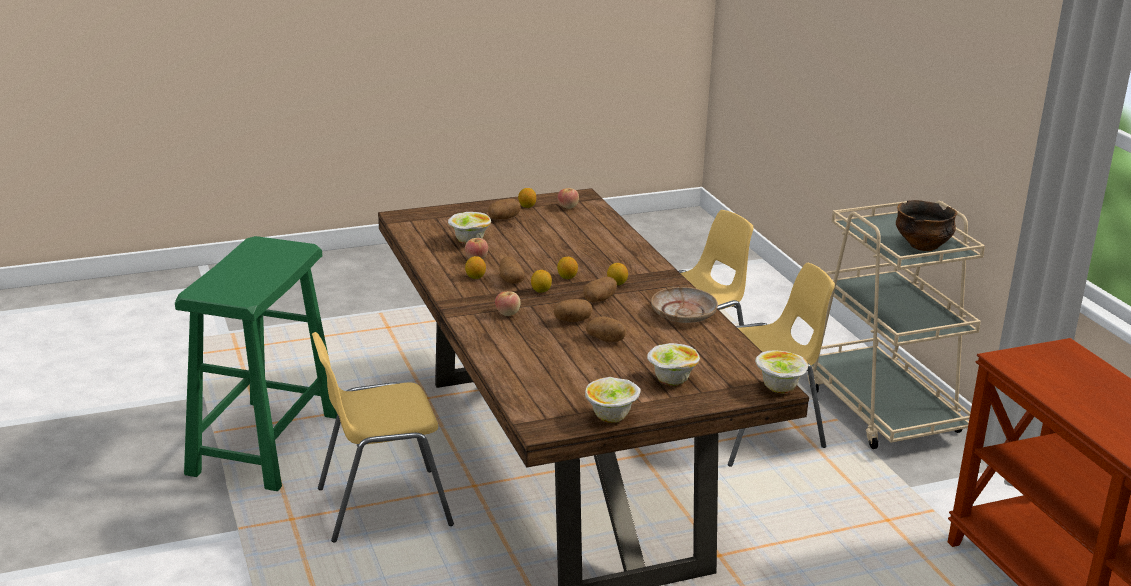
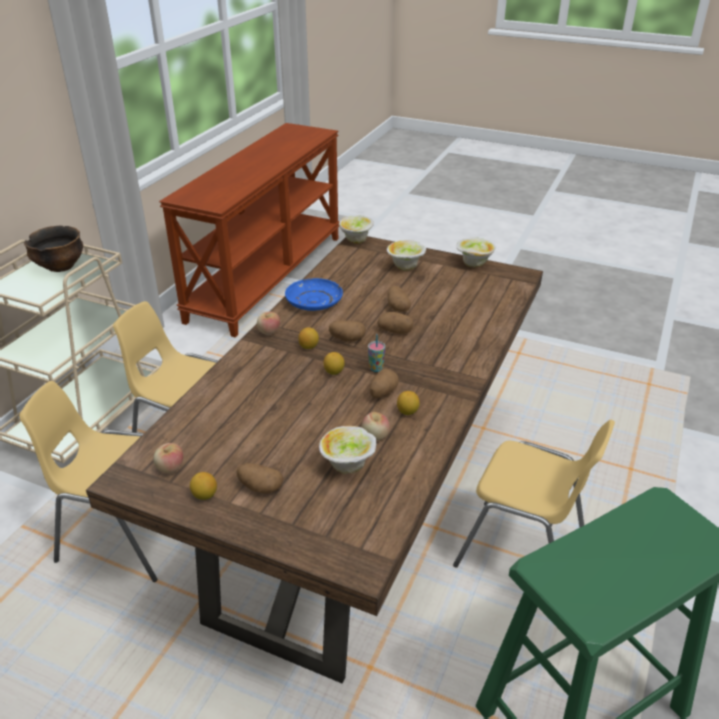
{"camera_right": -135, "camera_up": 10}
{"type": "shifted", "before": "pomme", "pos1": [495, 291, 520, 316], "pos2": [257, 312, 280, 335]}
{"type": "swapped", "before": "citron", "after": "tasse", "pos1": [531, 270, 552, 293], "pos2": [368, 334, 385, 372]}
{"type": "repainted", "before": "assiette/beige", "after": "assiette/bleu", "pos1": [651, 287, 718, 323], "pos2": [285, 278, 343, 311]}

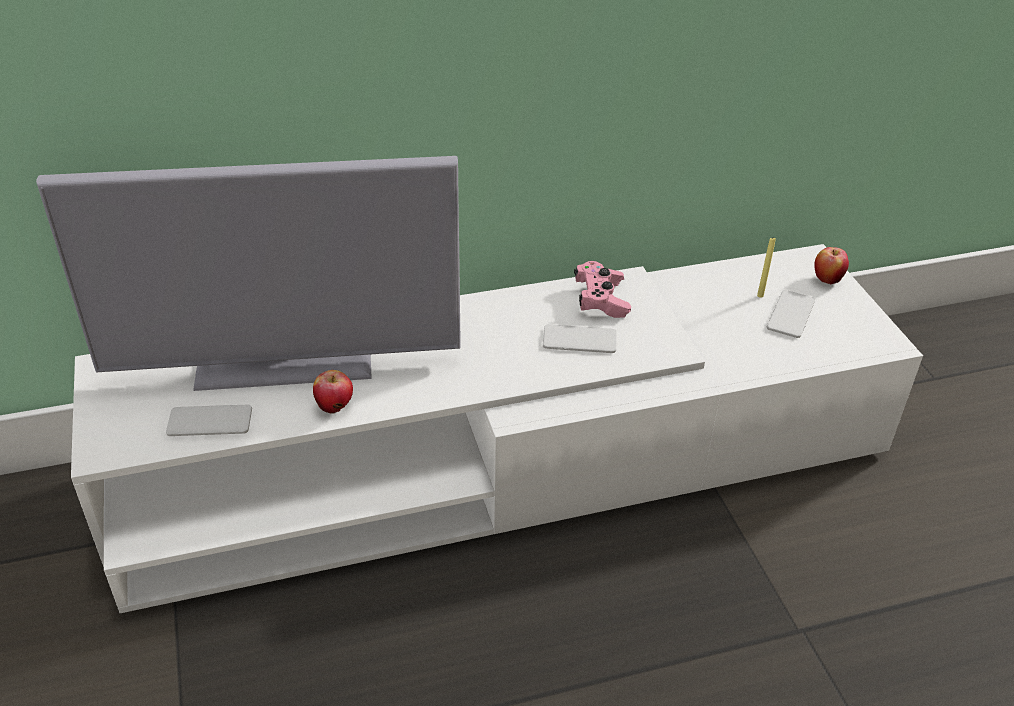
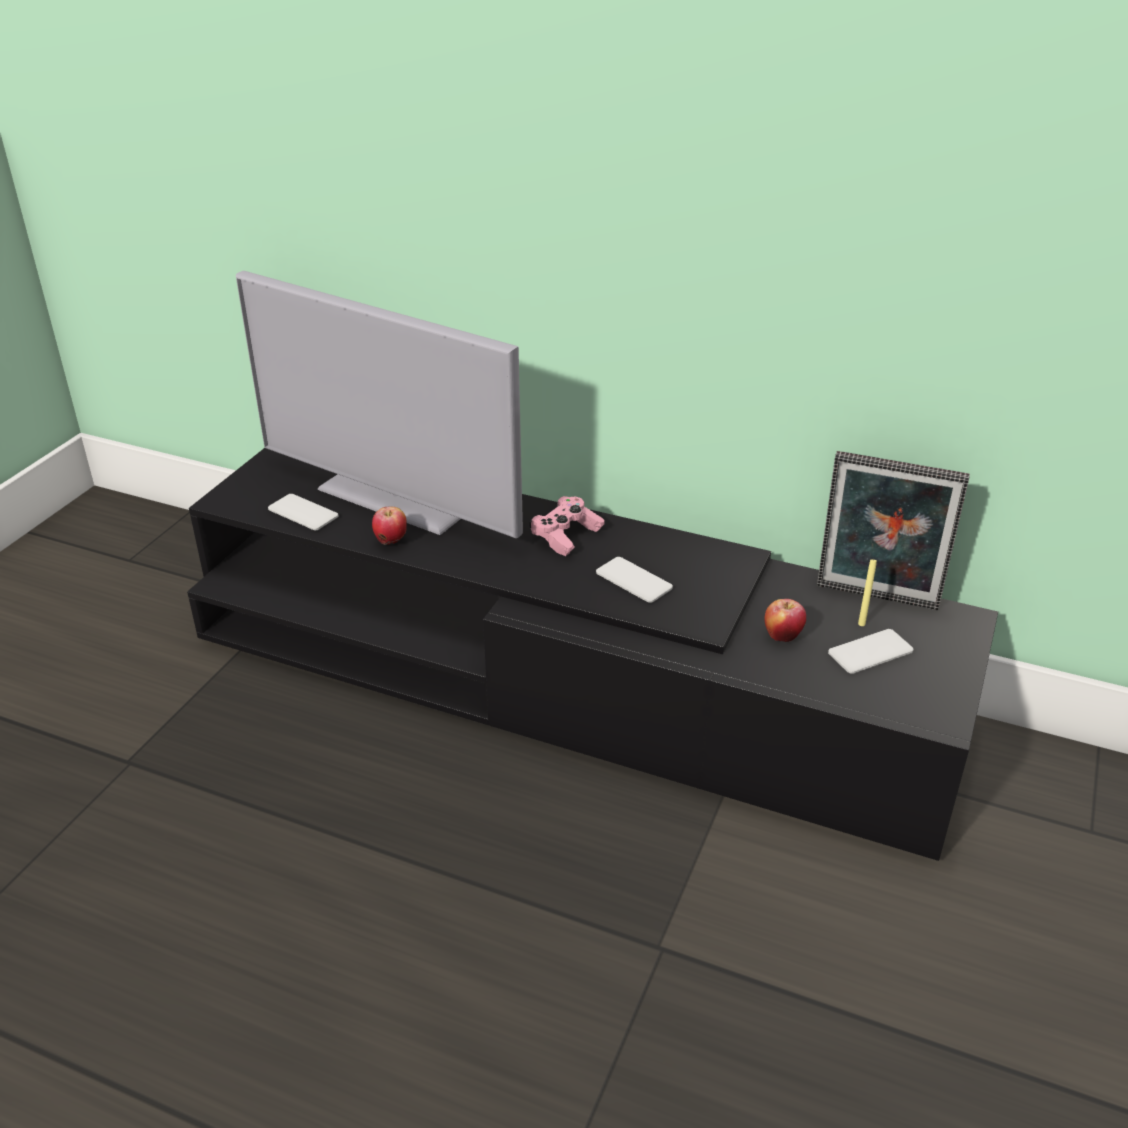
{"camera_right": 40, "camera_up": -5}
{"type": "repainted", "before": "meuble télé/blanc", "after": "meuble télé/noir", "pos1": [71, 244, 923, 613], "pos2": [187, 448, 998, 861]}
{"type": "shifted", "before": "manette/rose", "pos1": [574, 261, 631, 318], "pos2": [530, 496, 605, 556]}
{"type": "shifted", "before": "pomme", "pos1": [814, 247, 849, 284], "pos2": [765, 599, 806, 642]}
{"type": "new", "after": "cadre photo", "pos2": [817, 451, 970, 610]}

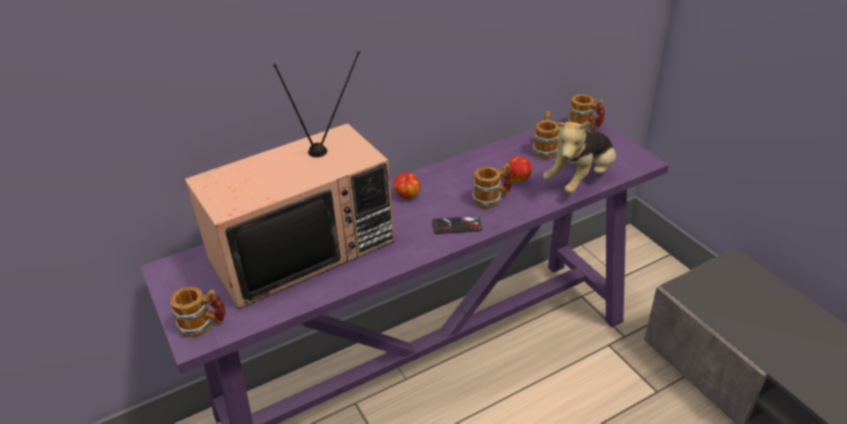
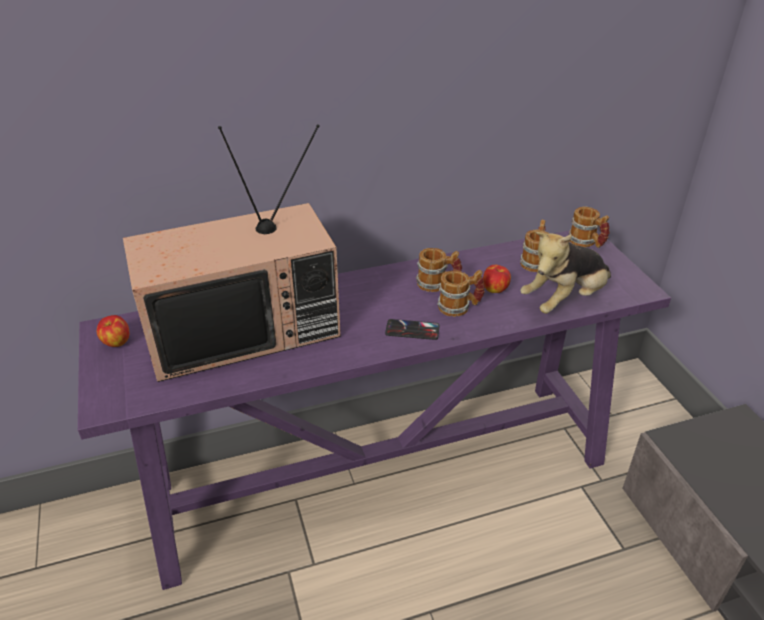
{"camera_right": 10, "camera_up": 0}
{"type": "shifted", "before": "mug", "pos1": [170, 286, 226, 337], "pos2": [416, 248, 462, 292]}
{"type": "shifted", "before": "pomme", "pos1": [394, 172, 421, 199], "pos2": [97, 315, 129, 347]}

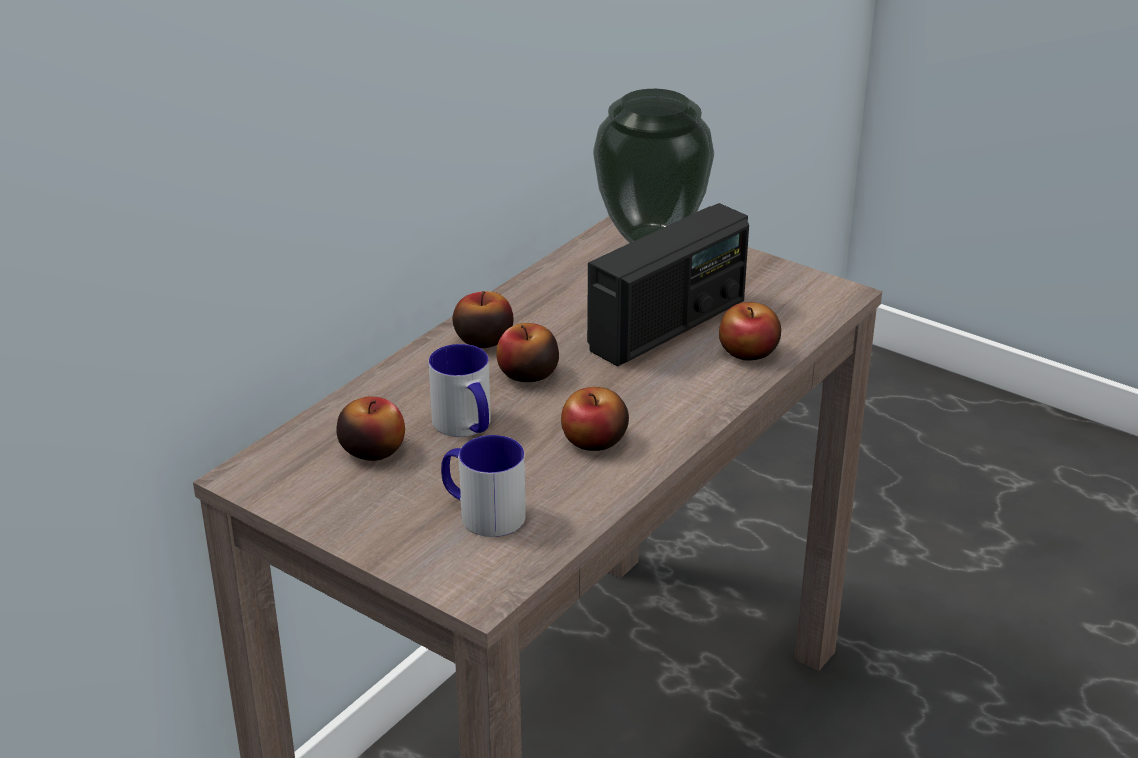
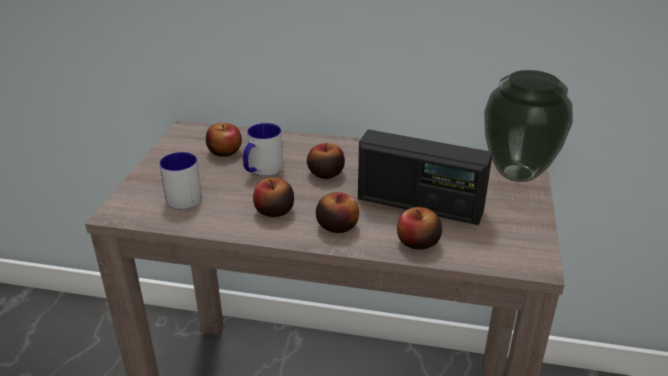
{"camera_right": 65, "camera_up": 0}
{"type": "shifted", "before": "pomme", "pos1": [453, 291, 514, 348], "pos2": [316, 192, 359, 233]}

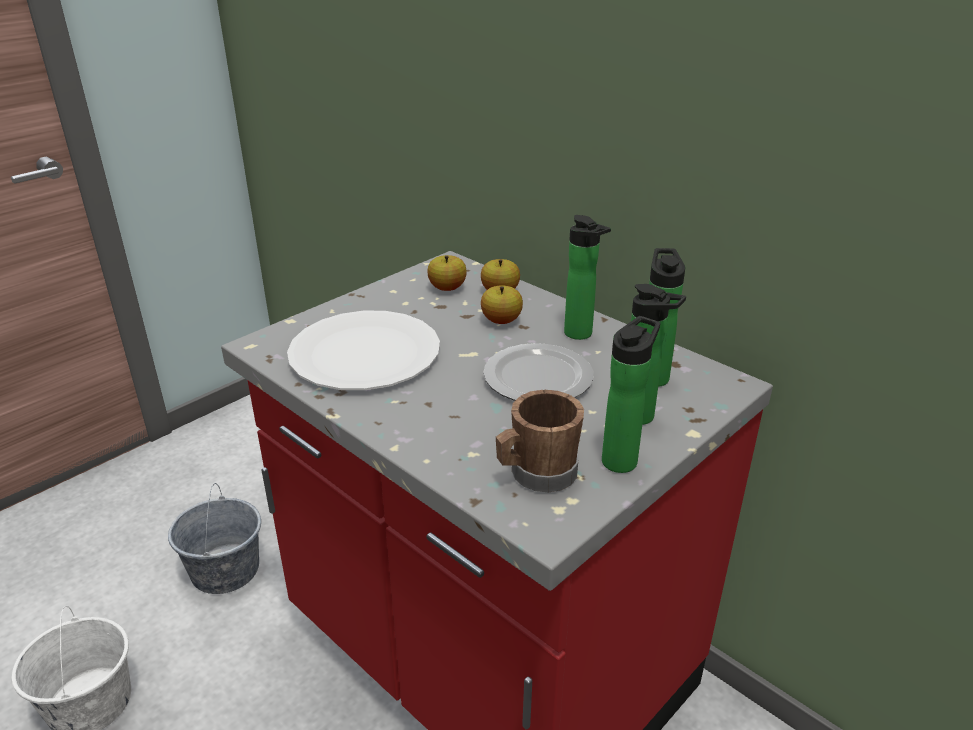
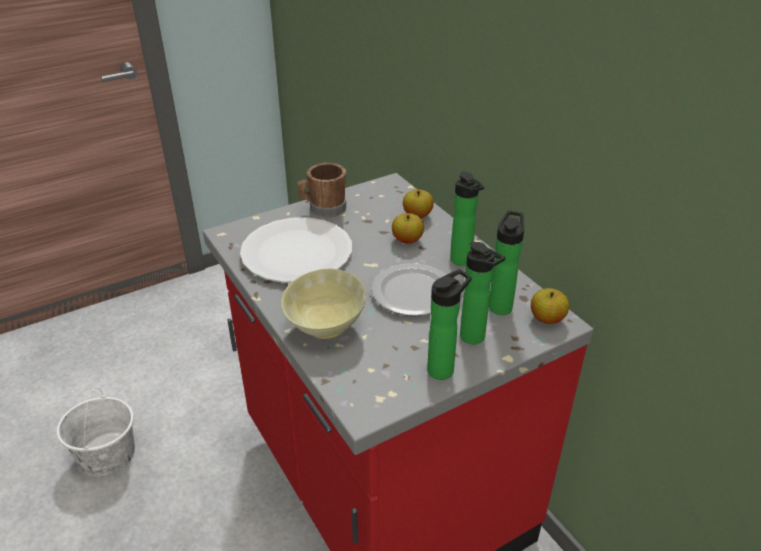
{"camera_right": 15, "camera_up": 5}
{"type": "gone", "before": "seau/gris", "pos1": [168, 483, 261, 594]}
{"type": "shifted", "before": "pomme", "pos1": [427, 255, 467, 291], "pos2": [531, 288, 569, 324]}
{"type": "shifted", "before": "mug/marron", "pos1": [496, 390, 584, 492], "pos2": [297, 163, 346, 218]}
{"type": "new", "after": "bol/beige", "pos2": [281, 269, 366, 339]}

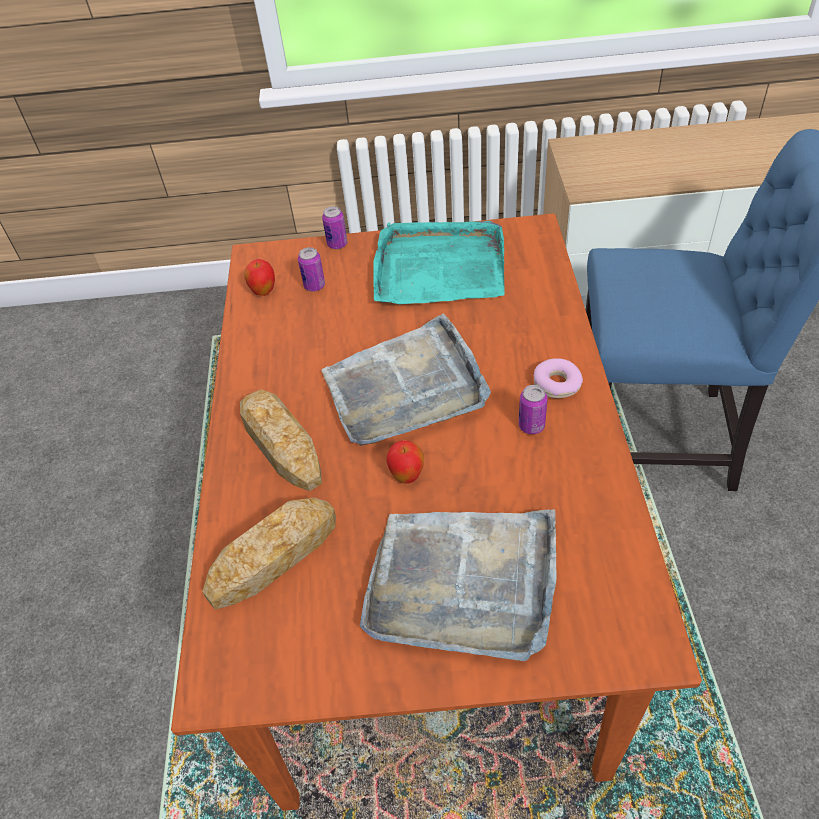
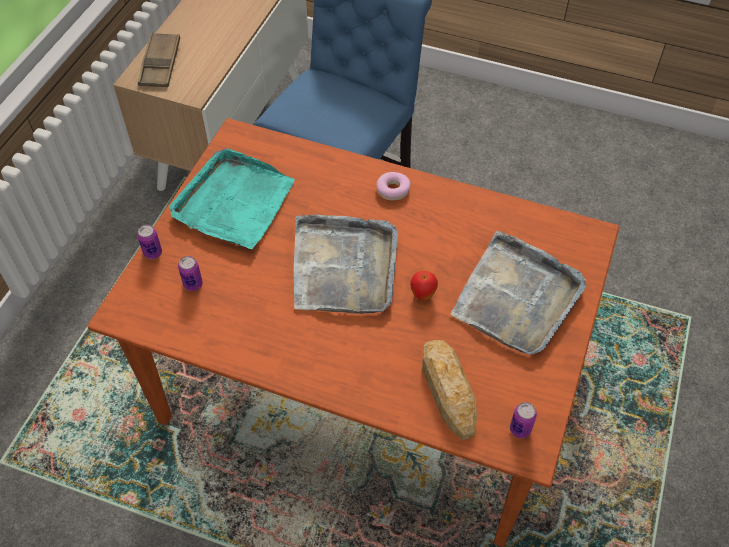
{"camera_right": -70, "camera_up": 5}
{"type": "gone", "before": "pain", "pos1": [240, 389, 322, 491]}
{"type": "gone", "before": "pomme", "pos1": [244, 259, 275, 296]}
{"type": "shifted", "before": "boîte métallique", "pos1": [519, 385, 548, 434], "pos2": [510, 402, 537, 438]}
{"type": "new", "after": "plateau/marron", "pos2": [138, 33, 180, 87]}

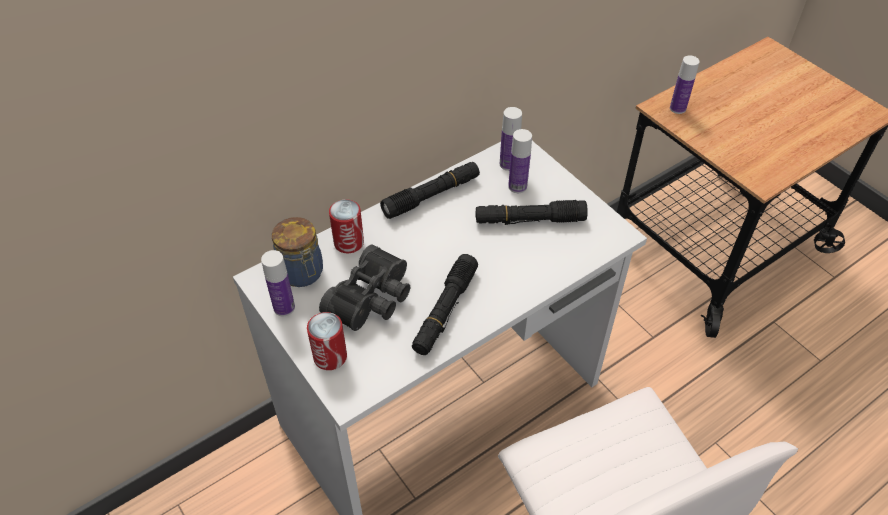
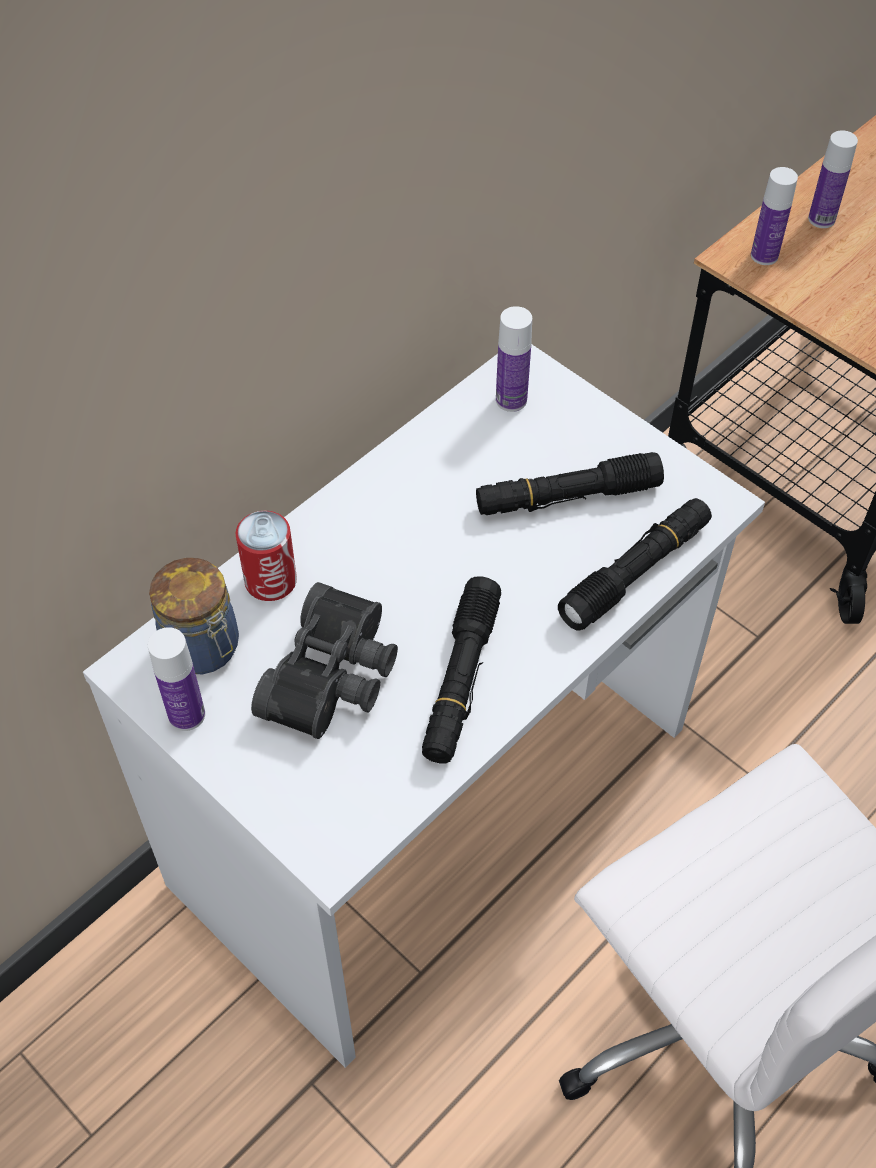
{"camera_right": -10, "camera_up": 5}
{"type": "gone", "before": "boîte métallique", "pos1": [307, 312, 347, 370]}
{"type": "shifted", "before": "lampe de poche/noir", "pos1": [380, 162, 480, 219], "pos2": [558, 498, 712, 631]}
{"type": "shifted", "before": "bouteille", "pos1": [508, 129, 532, 193], "pos2": [808, 130, 858, 228]}

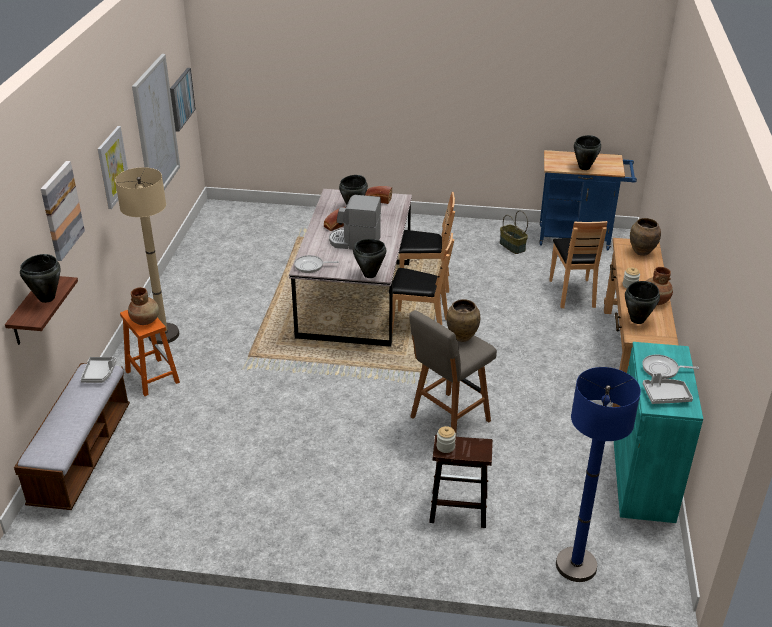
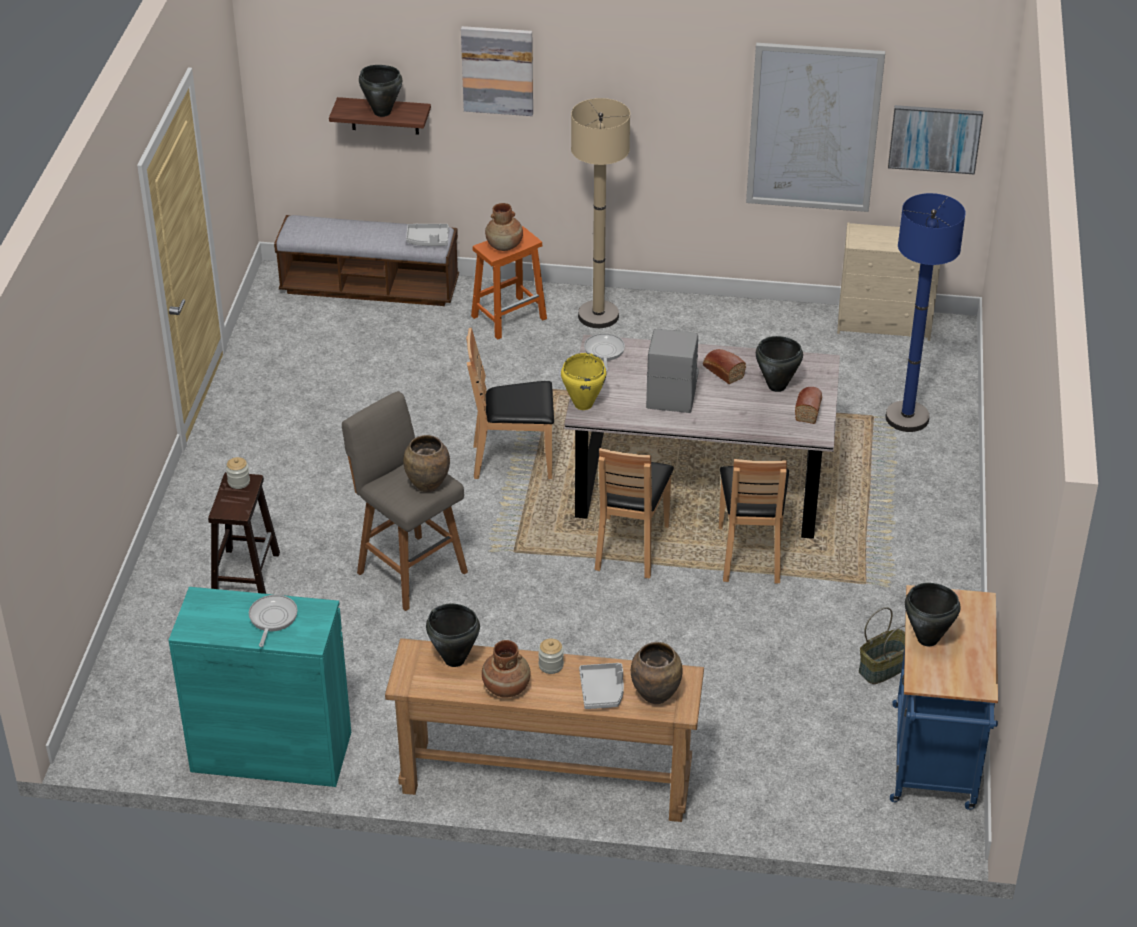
{"camera_right": 90, "camera_up": 5}
{"type": "gone", "before": "tableau", "pos1": [98, 126, 128, 209]}
{"type": "repainted", "before": "marmite/noir", "after": "marmite/jaune", "pos1": [353, 239, 386, 278], "pos2": [561, 353, 606, 410]}
{"type": "shifted", "before": "chaise/marron", "pos1": [549, 221, 607, 308], "pos2": [466, 328, 554, 479]}
{"type": "shifted", "before": "lampadaire/bleu", "pos1": [556, 367, 641, 582], "pos2": [885, 193, 966, 432]}
{"type": "shifted", "before": "plateau/gris", "pos1": [643, 373, 693, 404], "pos2": [579, 663, 624, 709]}
{"type": "new", "after": "commode/beige", "pos2": [837, 223, 940, 341]}

